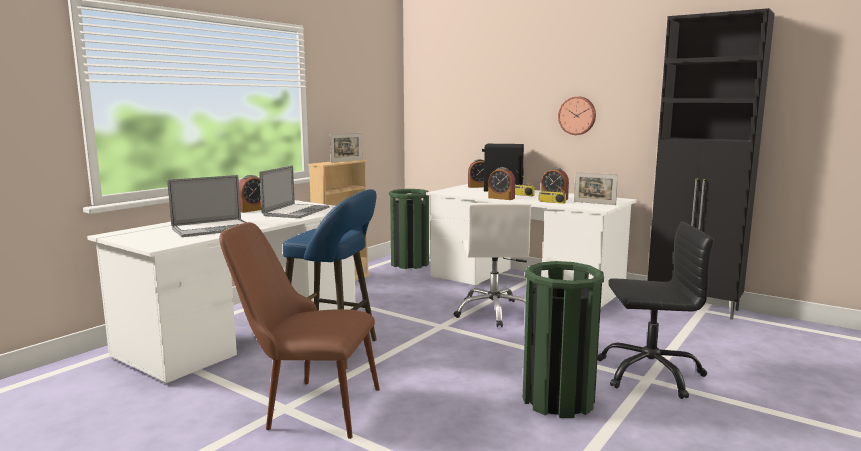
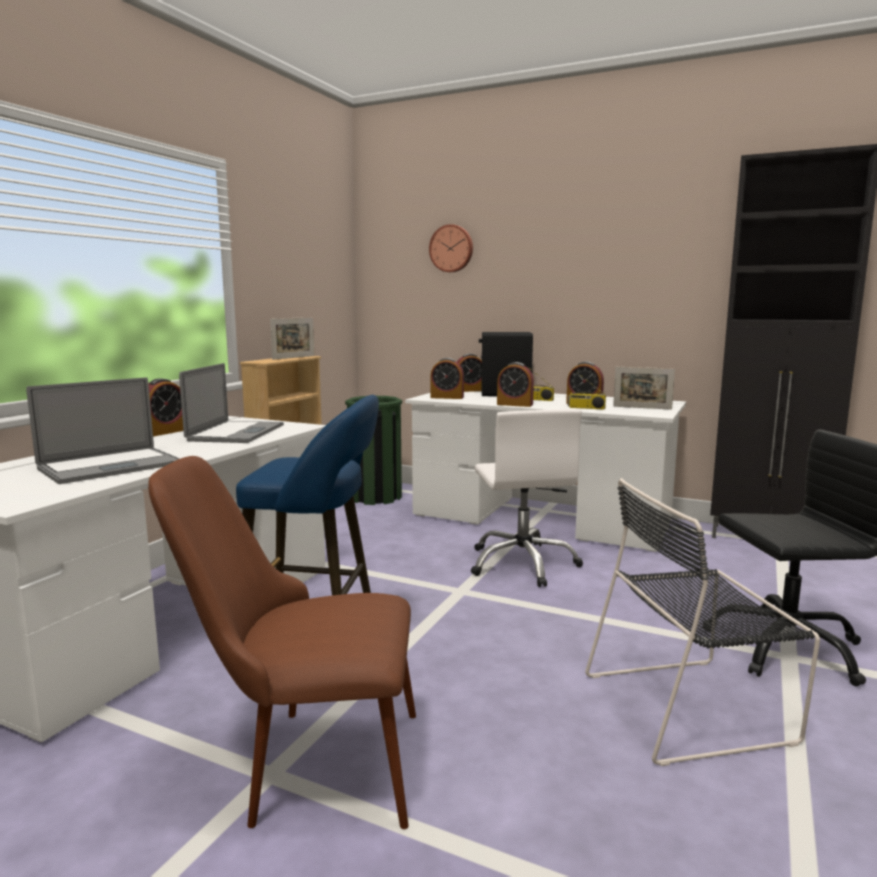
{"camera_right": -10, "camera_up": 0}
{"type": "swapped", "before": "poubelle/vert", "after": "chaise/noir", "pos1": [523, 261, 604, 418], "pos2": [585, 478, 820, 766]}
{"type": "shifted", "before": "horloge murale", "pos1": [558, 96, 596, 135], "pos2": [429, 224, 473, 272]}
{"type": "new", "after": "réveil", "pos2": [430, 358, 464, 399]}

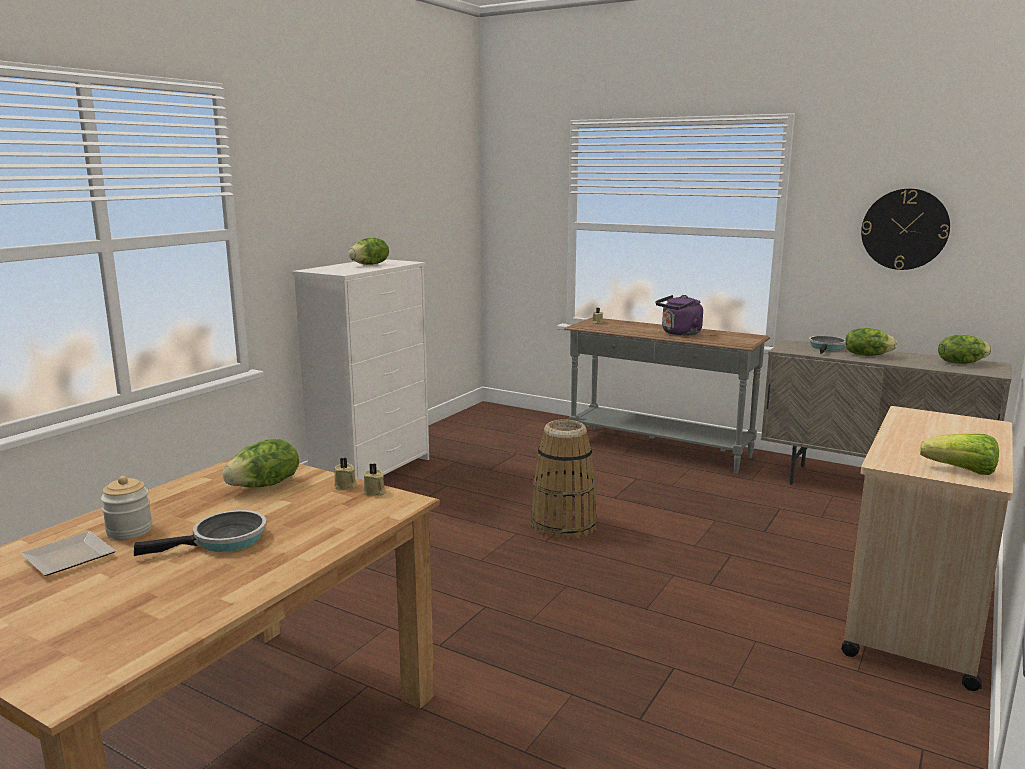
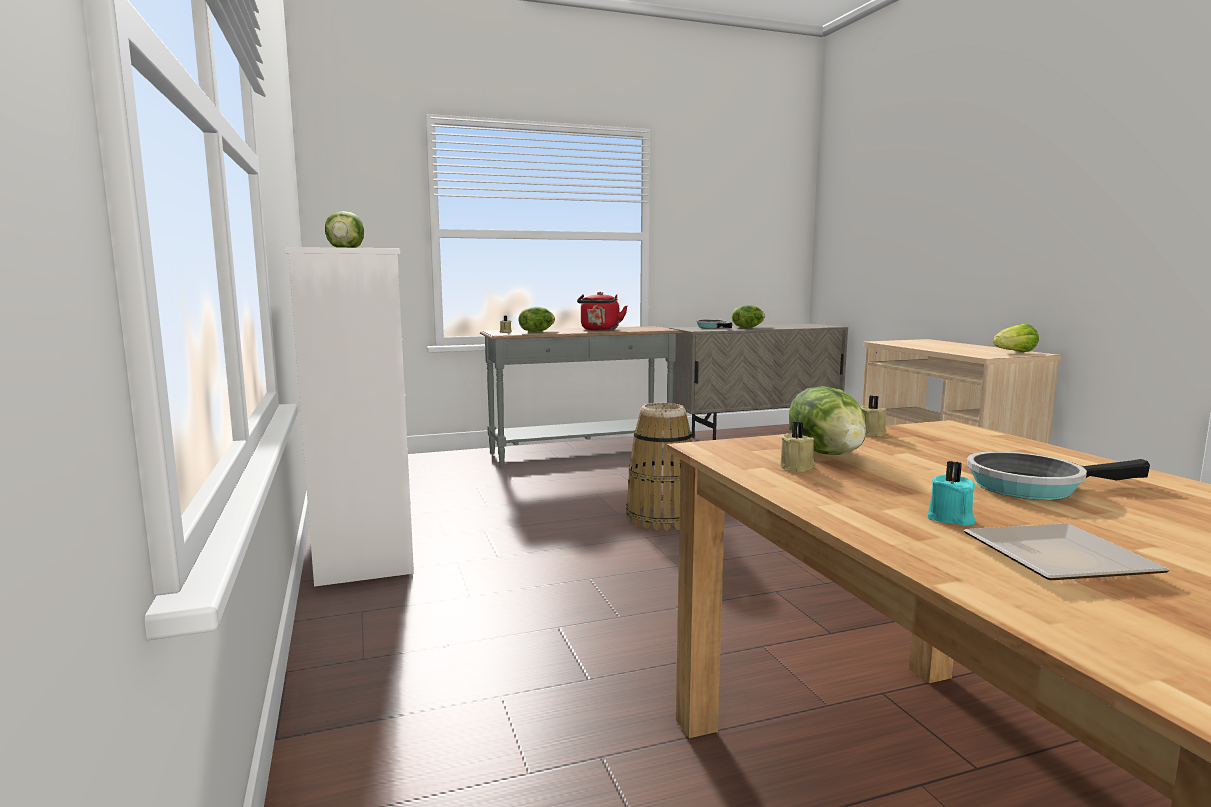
{"camera_right": -50, "camera_up": -5}
{"type": "swapped", "before": "bocal", "after": "bougie/turquoise", "pos1": [101, 476, 153, 539], "pos2": [927, 461, 975, 526]}
{"type": "rotated", "before": "poêle", "pos1": [134, 510, 267, 556], "pos2": [967, 451, 1150, 500], "turn": -105}
{"type": "shifted", "before": "bougie/beige", "pos1": [364, 463, 386, 496], "pos2": [780, 422, 816, 472]}
{"type": "repainted", "before": "bouilloire/violet", "after": "bouilloire/rouge", "pos1": [656, 295, 703, 336], "pos2": [577, 292, 627, 331]}
{"type": "gone", "before": "horloge murale", "pos1": [861, 189, 950, 270]}
{"type": "shifted", "before": "laitue", "pos1": [938, 335, 992, 364], "pos2": [519, 307, 555, 332]}

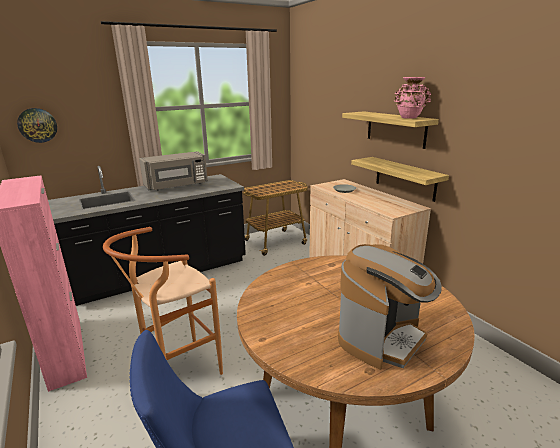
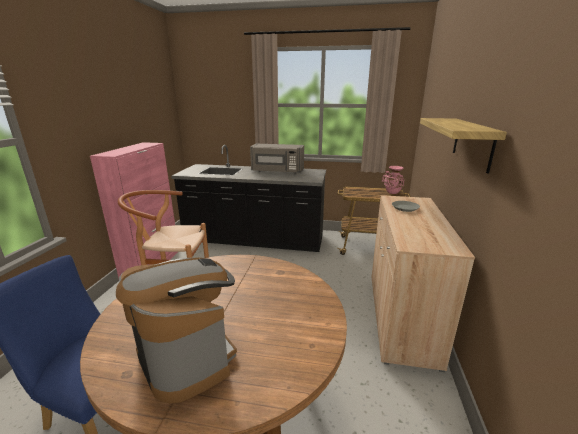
{"camera_right": 40, "camera_up": 0}
{"type": "gone", "before": "horloge murale", "pos1": [17, 108, 57, 143]}
{"type": "rotated", "before": "machine à café", "pos1": [338, 244, 442, 370], "pos2": [116, 258, 237, 404], "turn": -120}
{"type": "gone", "before": "étagère", "pos1": [351, 157, 449, 202]}
{"type": "shifted", "before": "vase/rose", "pos1": [394, 77, 431, 119], "pos2": [382, 166, 404, 194]}

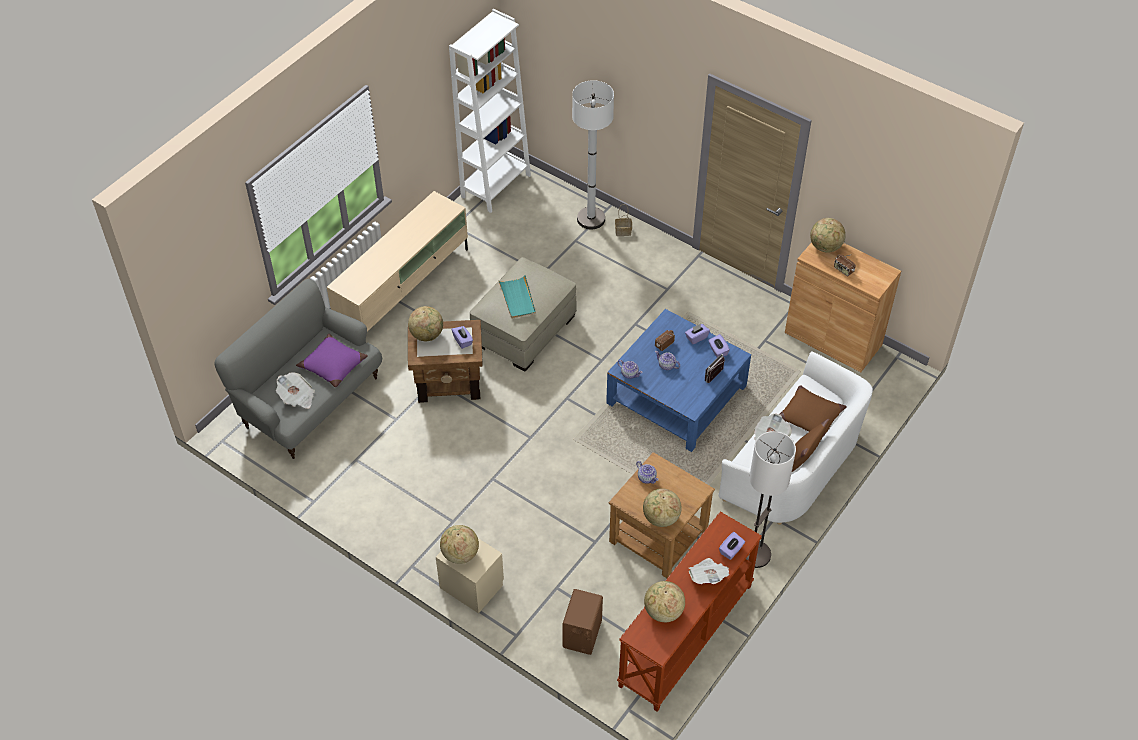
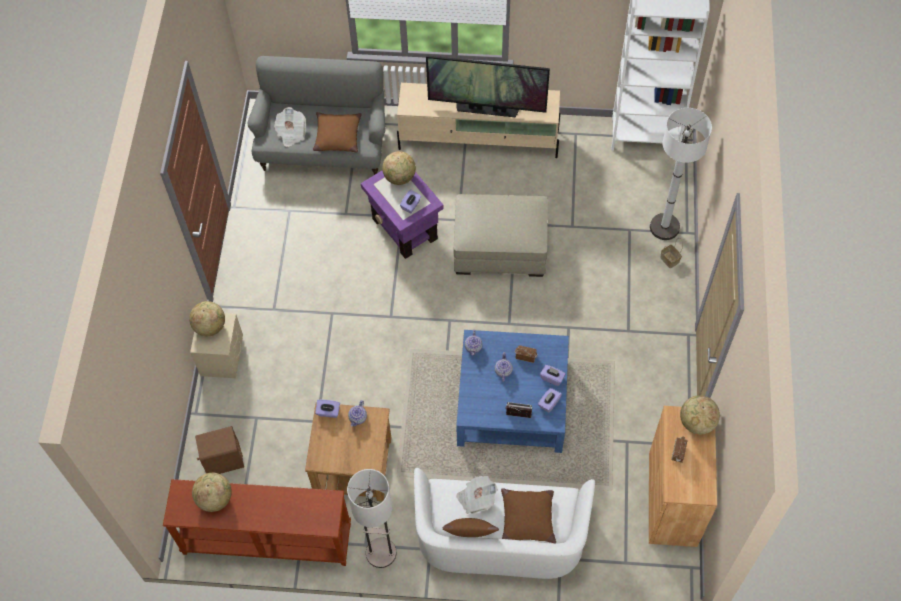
{"camera_right": 60, "camera_up": 10}
{"type": "repainted", "before": "coussin/violet", "after": "coussin/marron", "pos1": [296, 334, 368, 387], "pos2": [313, 112, 362, 153]}
{"type": "repainted", "before": "table d'appoint/marron", "after": "table d'appoint/violet", "pos1": [408, 320, 483, 403], "pos2": [361, 171, 444, 259]}
{"type": "gone", "before": "plateau/turquoise", "pos1": [498, 275, 536, 319]}
{"type": "gone", "before": "globe", "pos1": [643, 488, 682, 527]}
{"type": "gone", "before": "journal", "pos1": [689, 558, 729, 584]}
{"type": "shifted", "before": "boîte à mouchoirs/violet", "pos1": [719, 532, 745, 560], "pos2": [315, 400, 340, 418]}
{"type": "new", "after": "téléviseur", "pos2": [426, 55, 550, 117]}

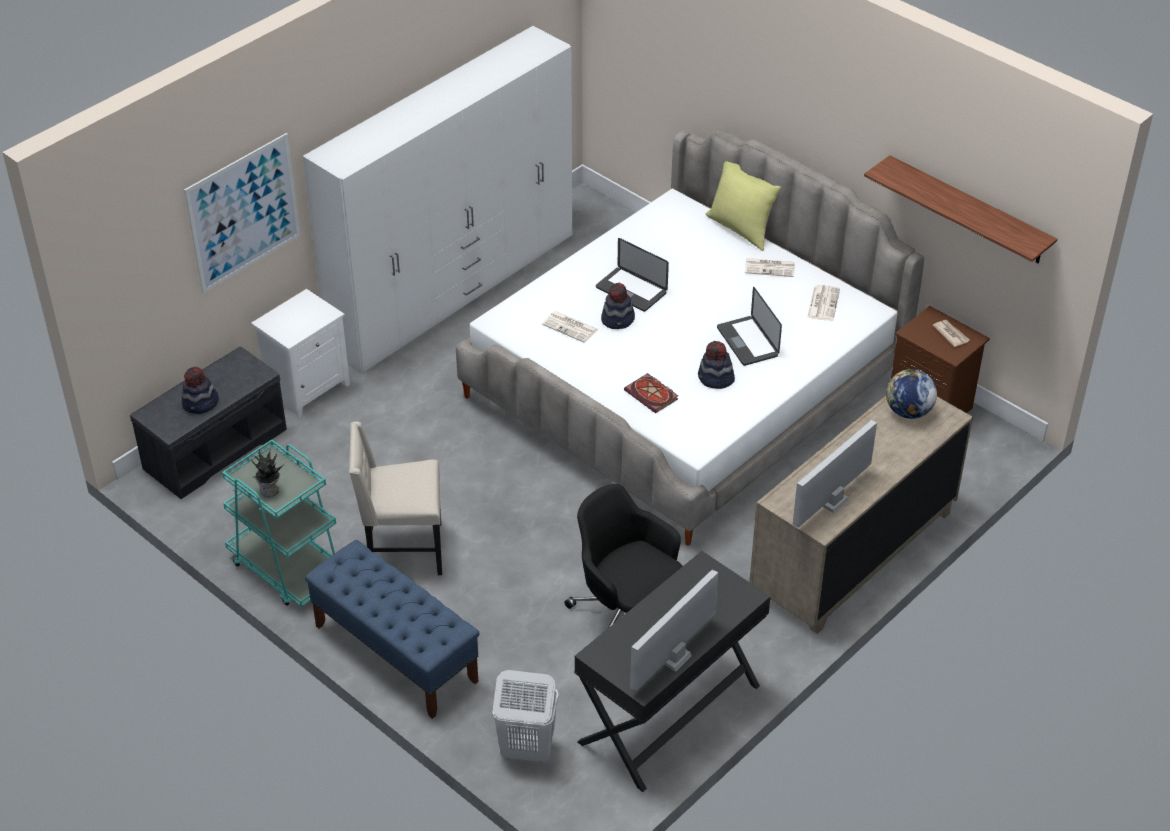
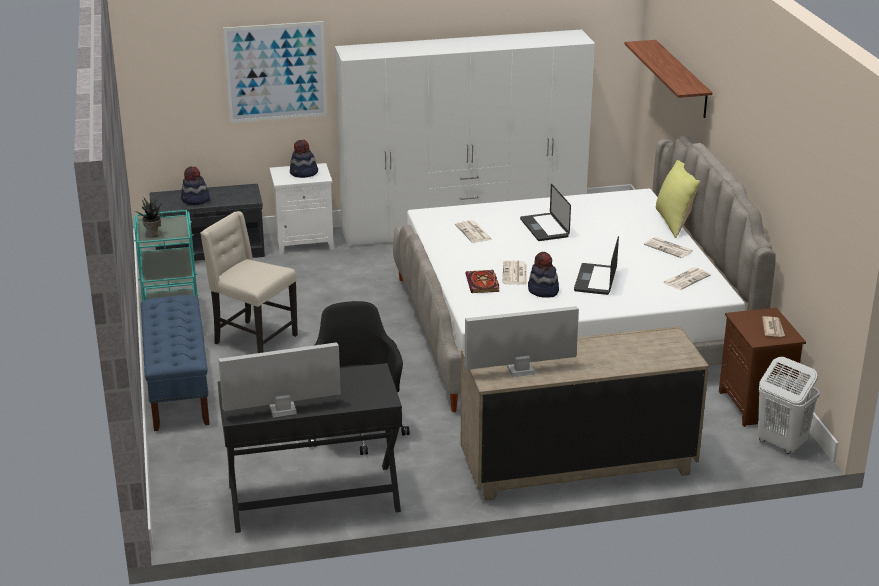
{"camera_right": 35, "camera_up": -15}
{"type": "shifted", "before": "panier à linge/blanc", "pos1": [492, 670, 559, 762], "pos2": [758, 357, 820, 454]}
{"type": "shifted", "before": "chapeau", "pos1": [601, 283, 635, 329], "pos2": [290, 140, 318, 178]}
{"type": "shifted", "before": "étagère", "pos1": [864, 155, 1057, 263], "pos2": [625, 40, 712, 118]}
{"type": "gone", "before": "globe", "pos1": [886, 369, 937, 419]}
{"type": "new", "after": "journal", "pos2": [503, 260, 527, 285]}

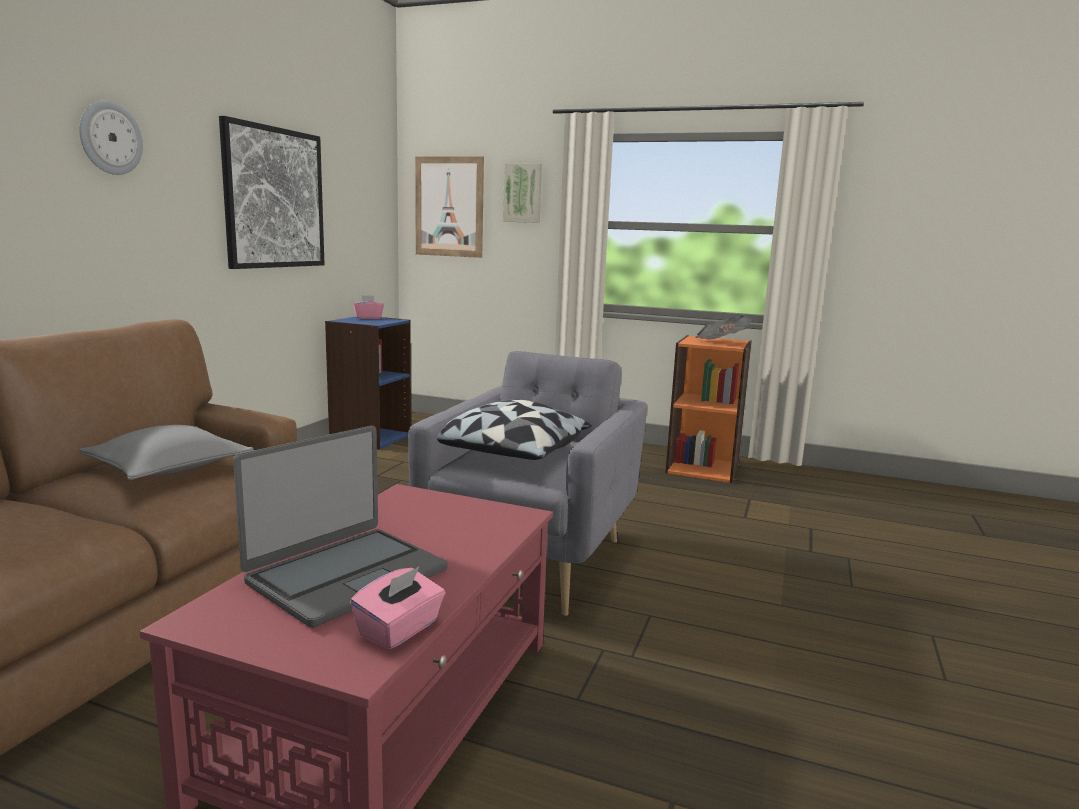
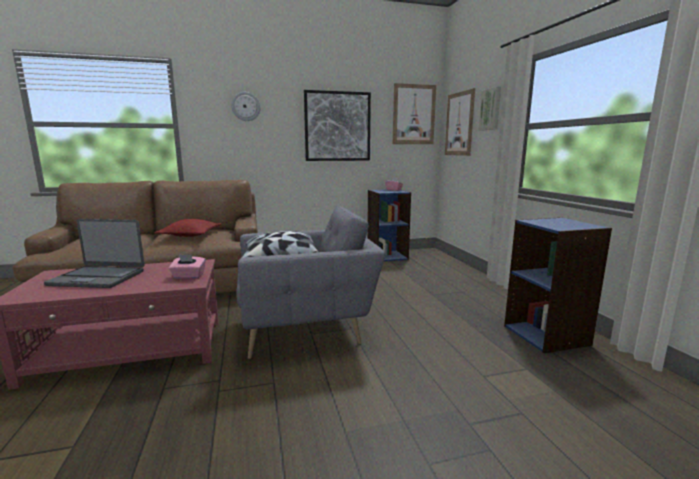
{"camera_right": 55, "camera_up": 0}
{"type": "repainted", "before": "coussin/gris", "after": "coussin/rouge", "pos1": [79, 425, 253, 480], "pos2": [154, 219, 222, 237]}
{"type": "shifted", "before": "boîte à mouchoirs/rose", "pos1": [350, 566, 445, 650], "pos2": [169, 254, 206, 279]}
{"type": "repainted", "before": "bibliothèque/orange", "after": "bibliothèque/bleu", "pos1": [665, 335, 752, 483], "pos2": [504, 217, 612, 353]}
{"type": "gone", "before": "journal", "pos1": [695, 316, 752, 339]}
{"type": "new", "after": "tableau", "pos2": [393, 83, 436, 144]}

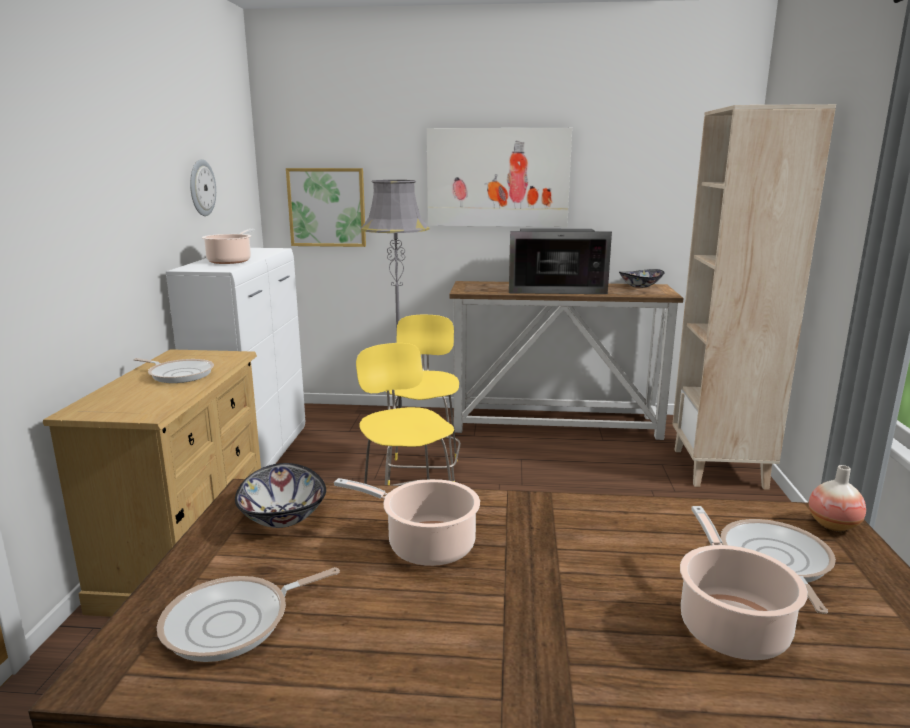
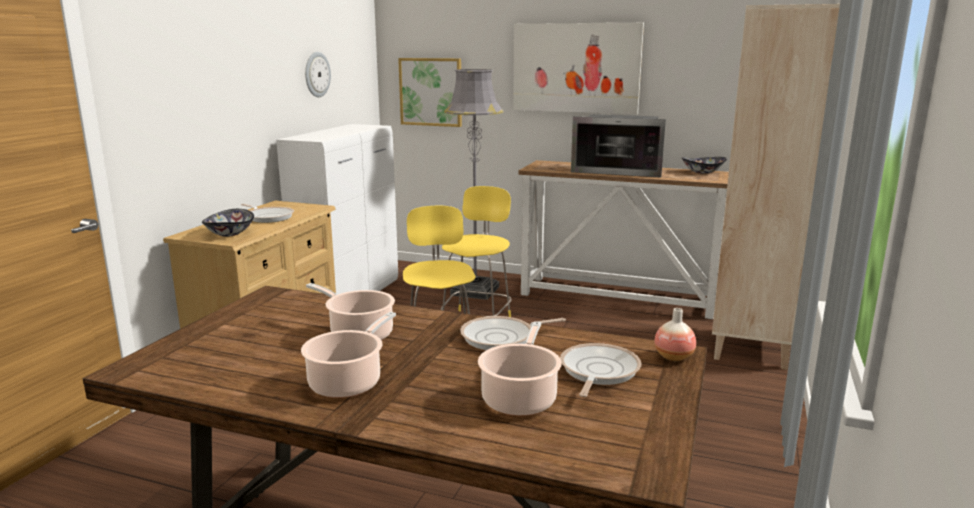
{"camera_right": 15, "camera_up": 0}
{"type": "shifted", "before": "poêle", "pos1": [157, 567, 340, 662], "pos2": [460, 316, 566, 350]}
{"type": "shifted", "before": "marmite", "pos1": [202, 229, 255, 264], "pos2": [301, 312, 396, 398]}
{"type": "shifted", "before": "bol", "pos1": [235, 463, 326, 528], "pos2": [202, 209, 254, 237]}

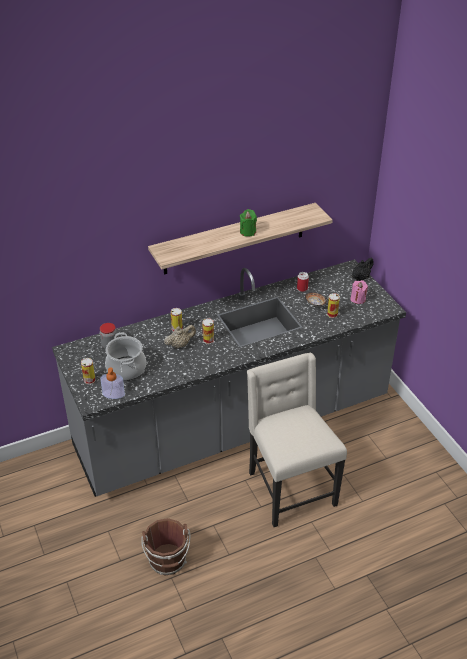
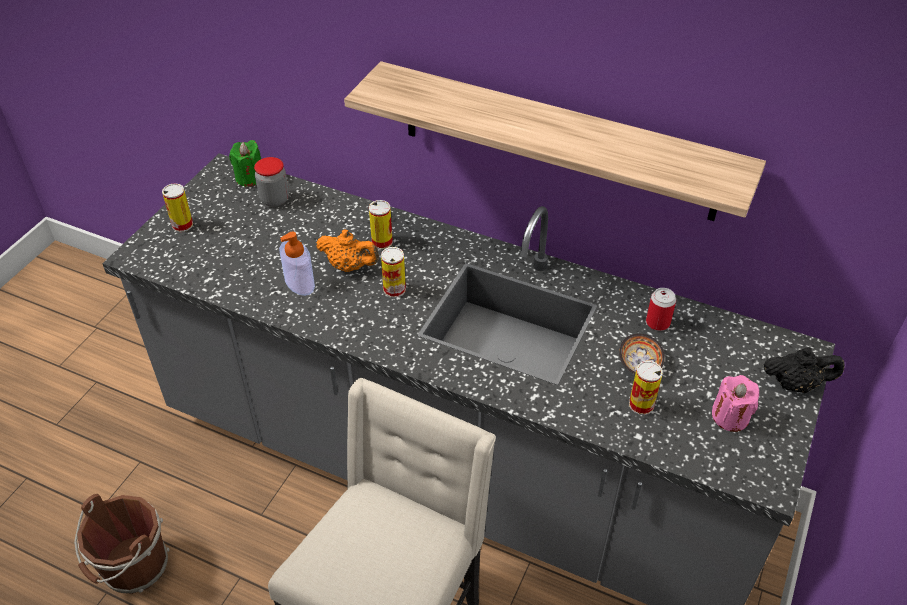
{"camera_right": 50, "camera_up": 5}
{"type": "shifted", "before": "distributeur de savon", "pos1": [100, 367, 125, 399], "pos2": [279, 232, 315, 296]}
{"type": "gone", "before": "marmite", "pos1": [105, 332, 146, 381]}
{"type": "repainted", "before": "théière/beige", "after": "théière/orange", "pos1": [164, 325, 196, 349], "pos2": [316, 230, 379, 272]}
{"type": "shifted", "before": "bougie/vert", "pos1": [240, 209, 257, 237], "pos2": [229, 140, 261, 187]}

